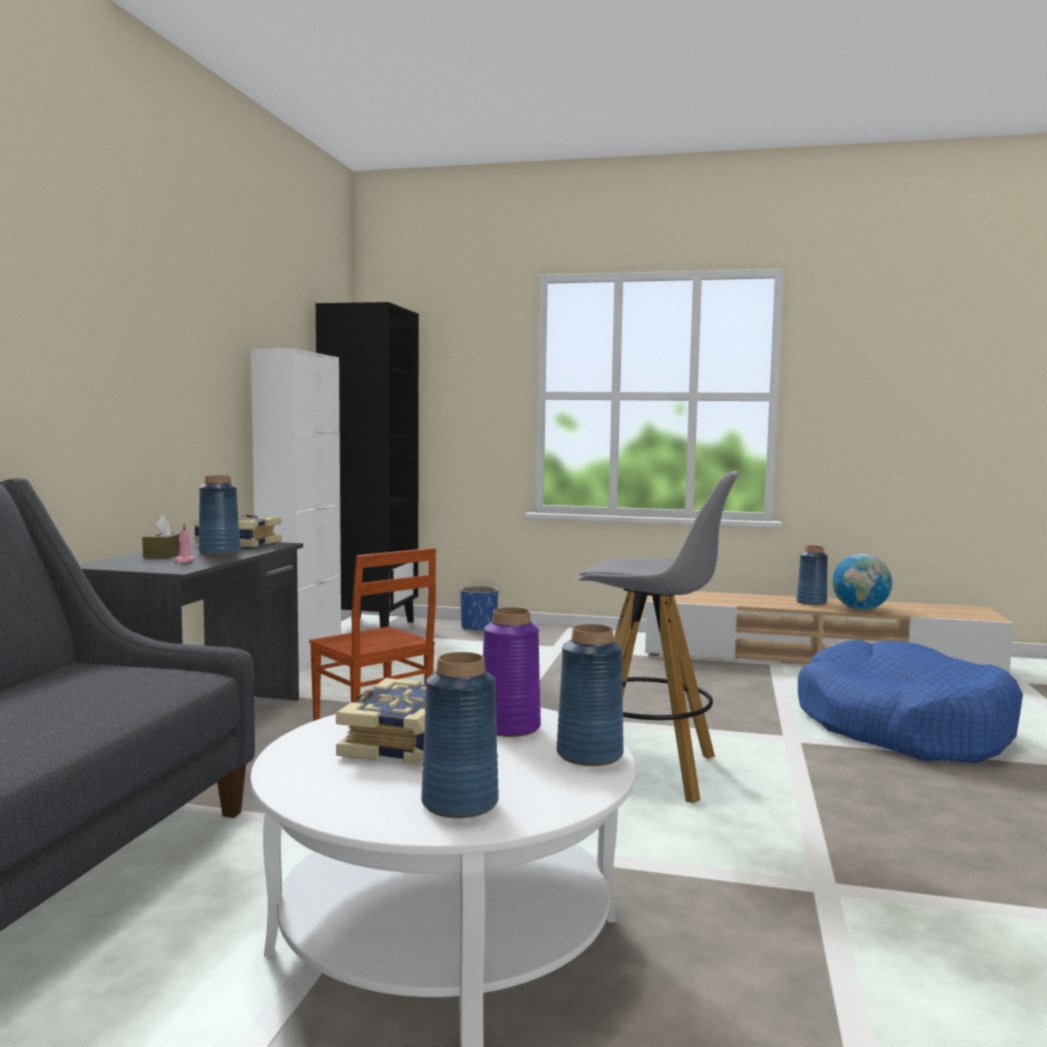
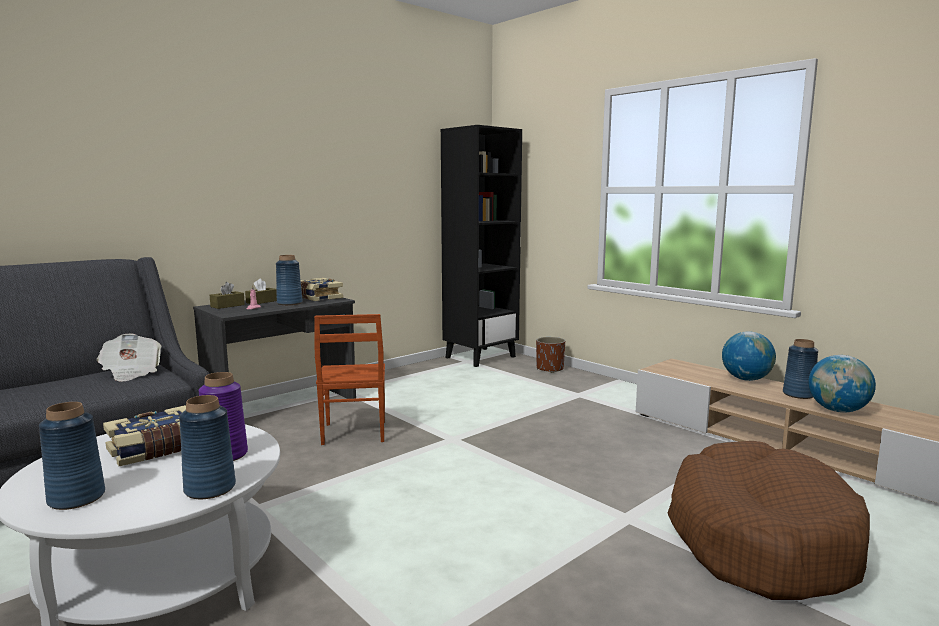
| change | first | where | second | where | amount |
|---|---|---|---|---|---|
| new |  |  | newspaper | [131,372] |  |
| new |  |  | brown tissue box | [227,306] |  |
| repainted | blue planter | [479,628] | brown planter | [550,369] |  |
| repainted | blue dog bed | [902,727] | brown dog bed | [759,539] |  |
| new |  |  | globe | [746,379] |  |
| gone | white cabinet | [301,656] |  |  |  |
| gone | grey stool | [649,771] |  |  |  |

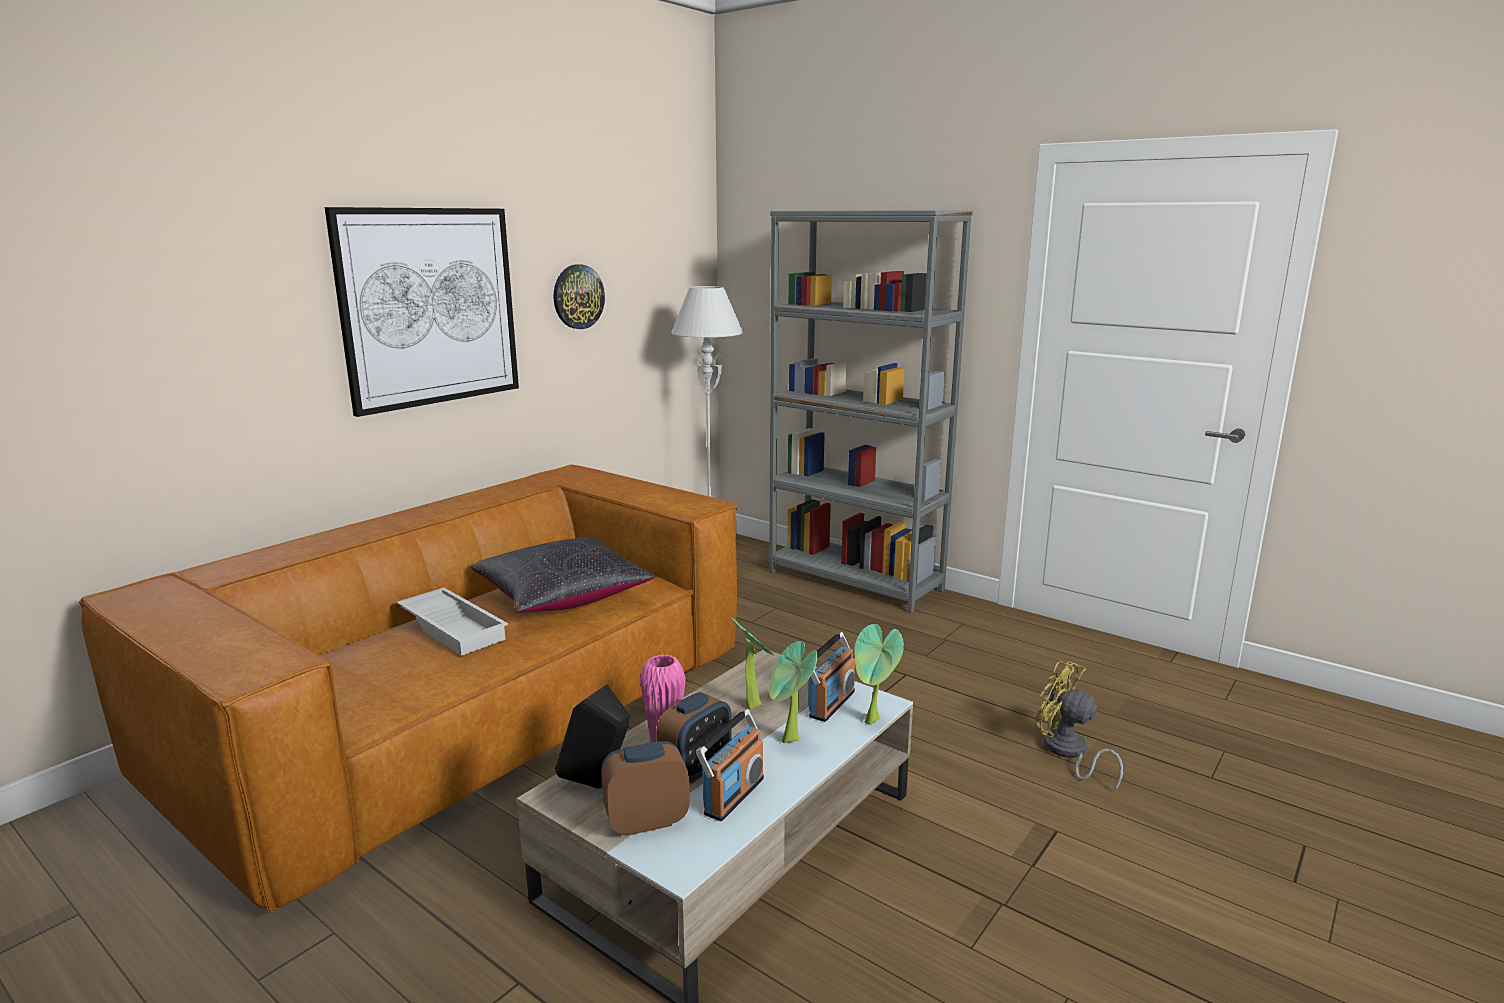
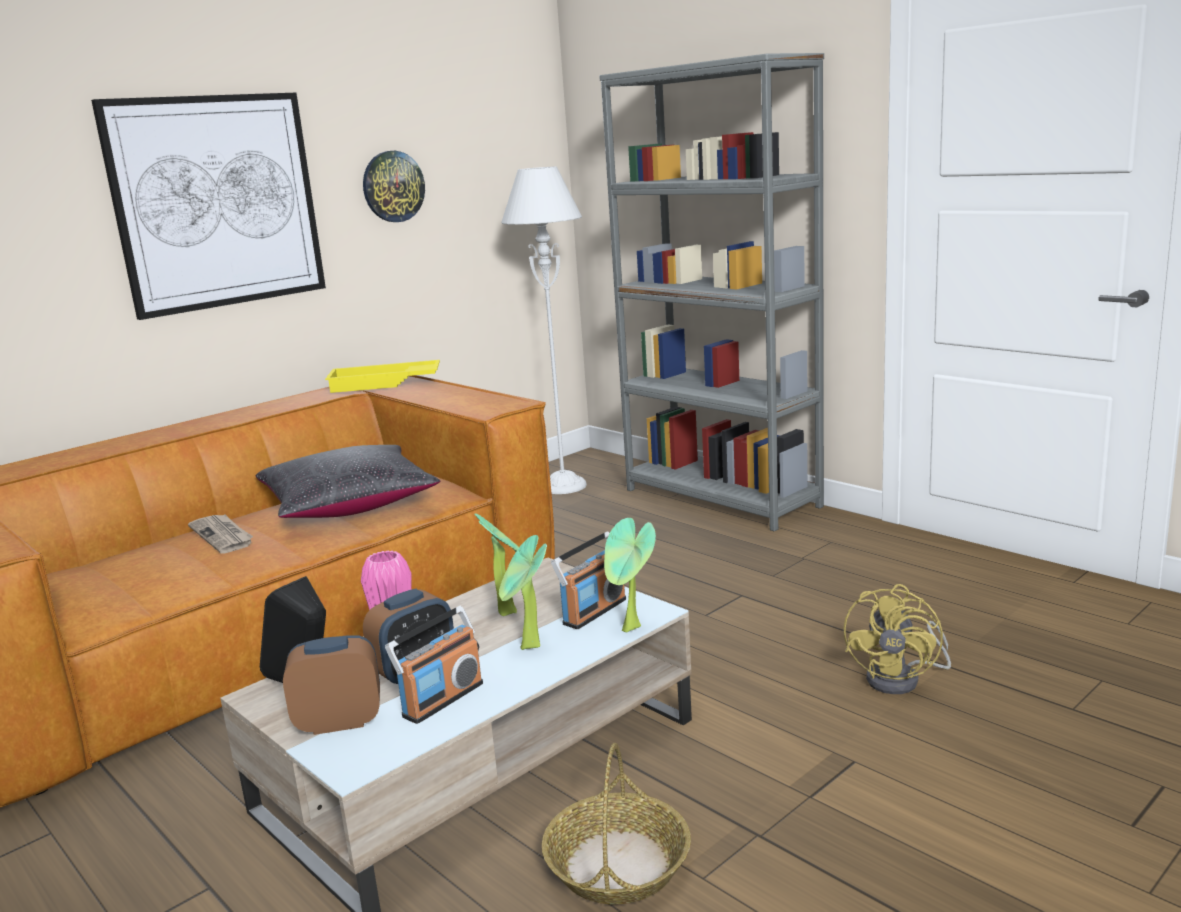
| change | first | where | second | where | amount |
|---|---|---|---|---|---|
| swapped | white tray | [455,628] | newspaper | [223,536] |  |
| new |  |  | yellow tray | [384,384] |  |
| new |  |  | basket | [618,865] |  |
| rotated | yellow fan | [1068,753] |  | [902,679] | 120 degrees counterclockwise |

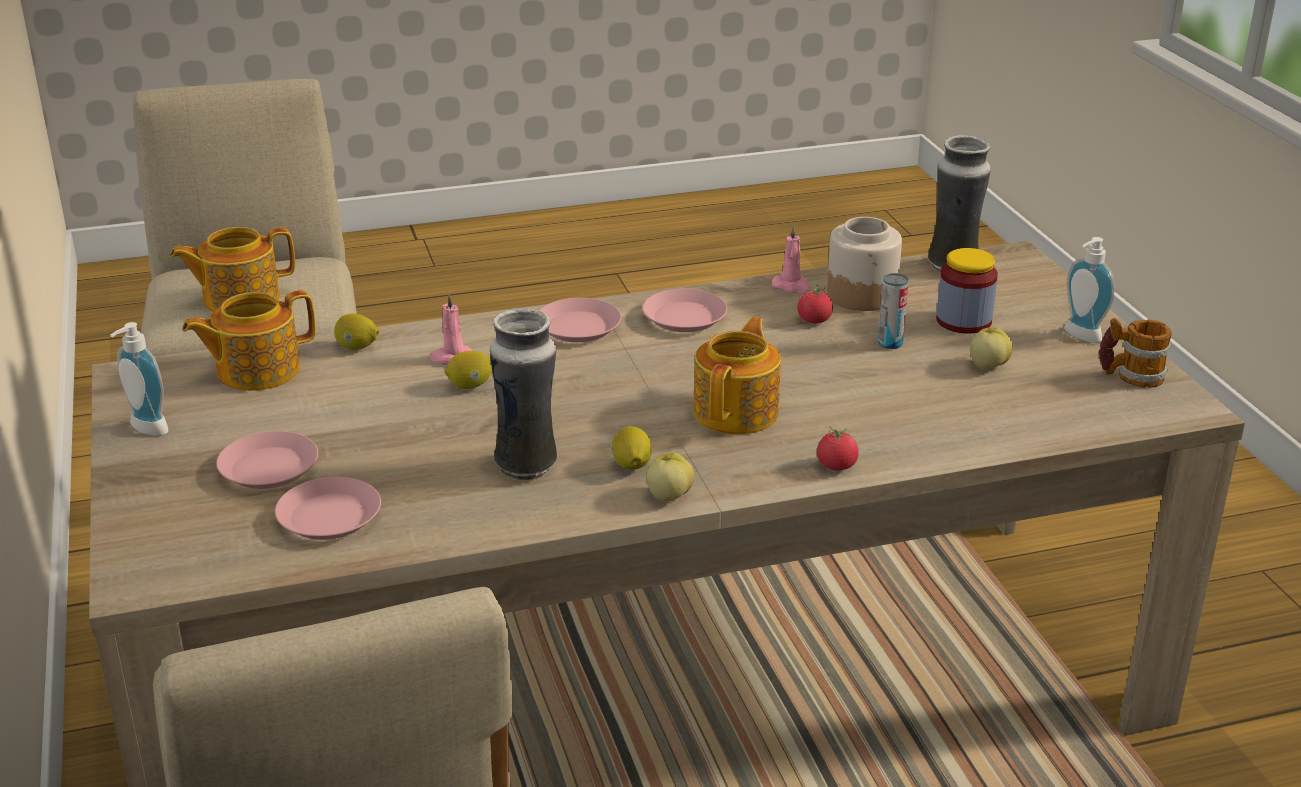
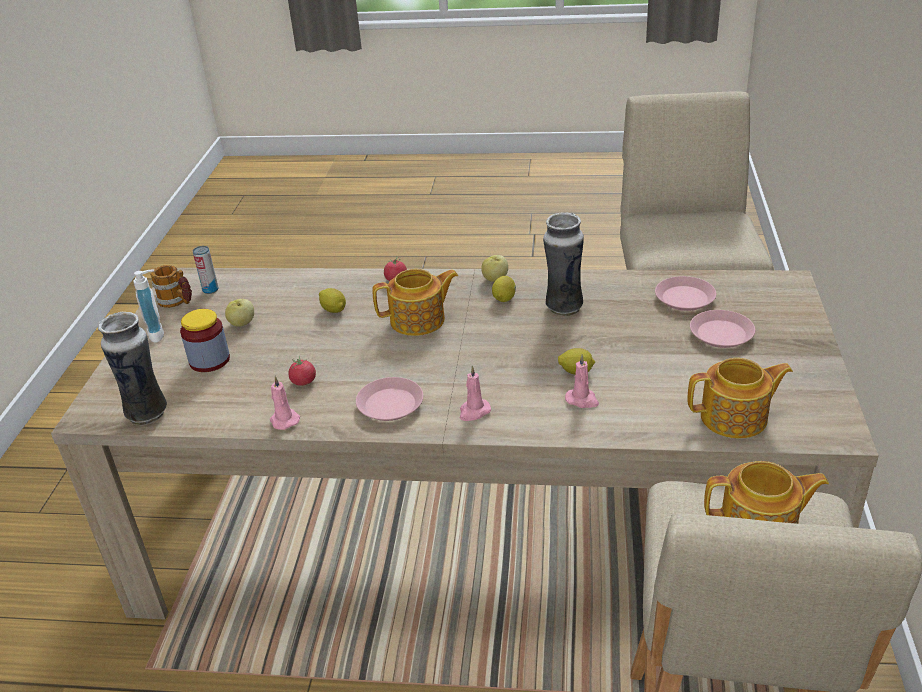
| change | first | where | second | where | amount |
|---|---|---|---|---|---|
| shifted | can | [890,343] |  | [210,290] |  |
| shifted | lemon | [357,347] |  | [334,310] |  |
| rotated | teapot | [737,411] |  | [419,320] | 150 degrees counterclockwise |
| swapped | pink plate | [579,327] | pink candle | [474,412] |  |
| gone | soap dispenser | [145,430] |  |  |  |
| gone | jar | [862,295] |  |  |  |

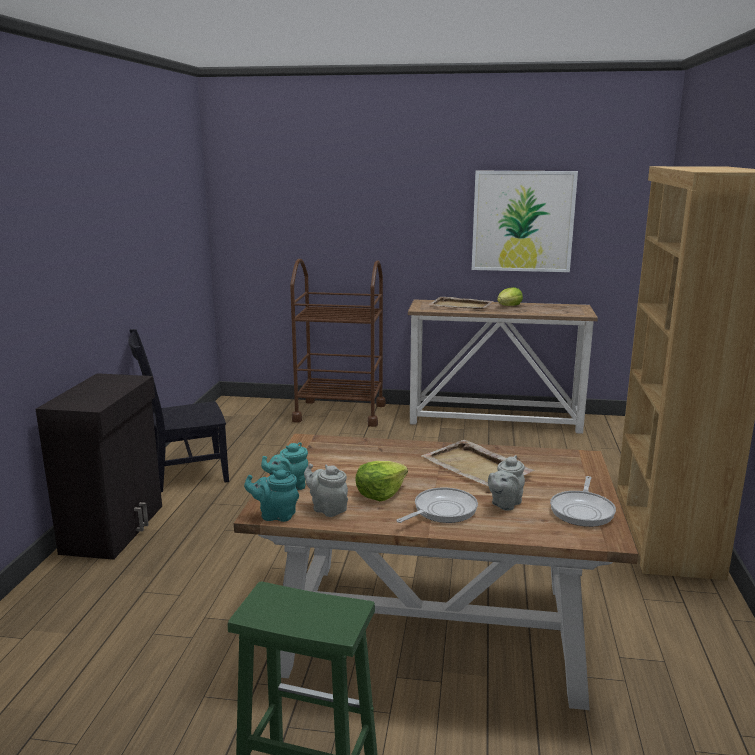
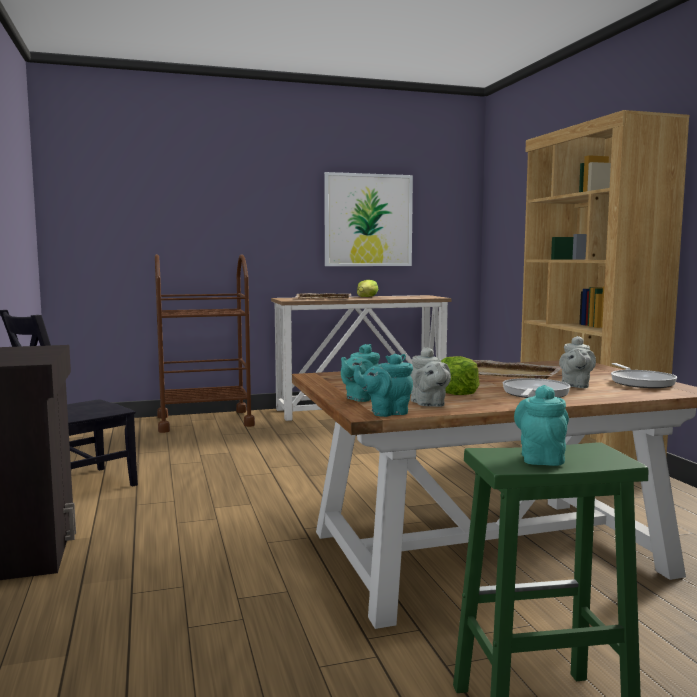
| change | first | where | second | where | amount |
|---|---|---|---|---|---|
| rotated | grey teapot | [327,509] |  | [429,404] | 120 degrees counterclockwise |
| new |  |  | turquoise teapot | [541,458] |  |

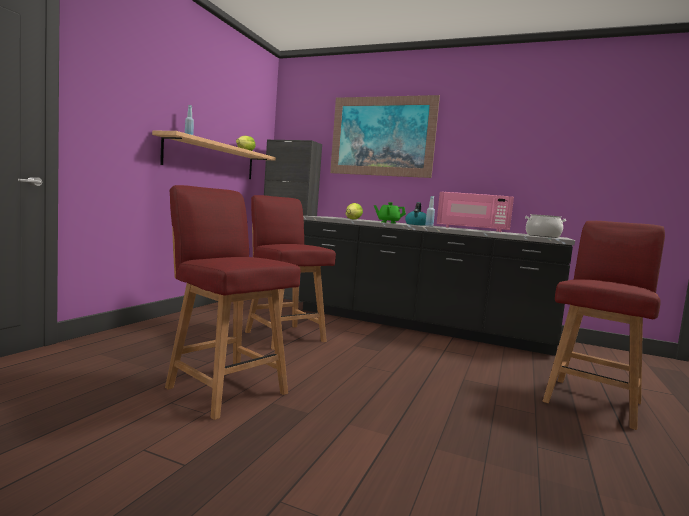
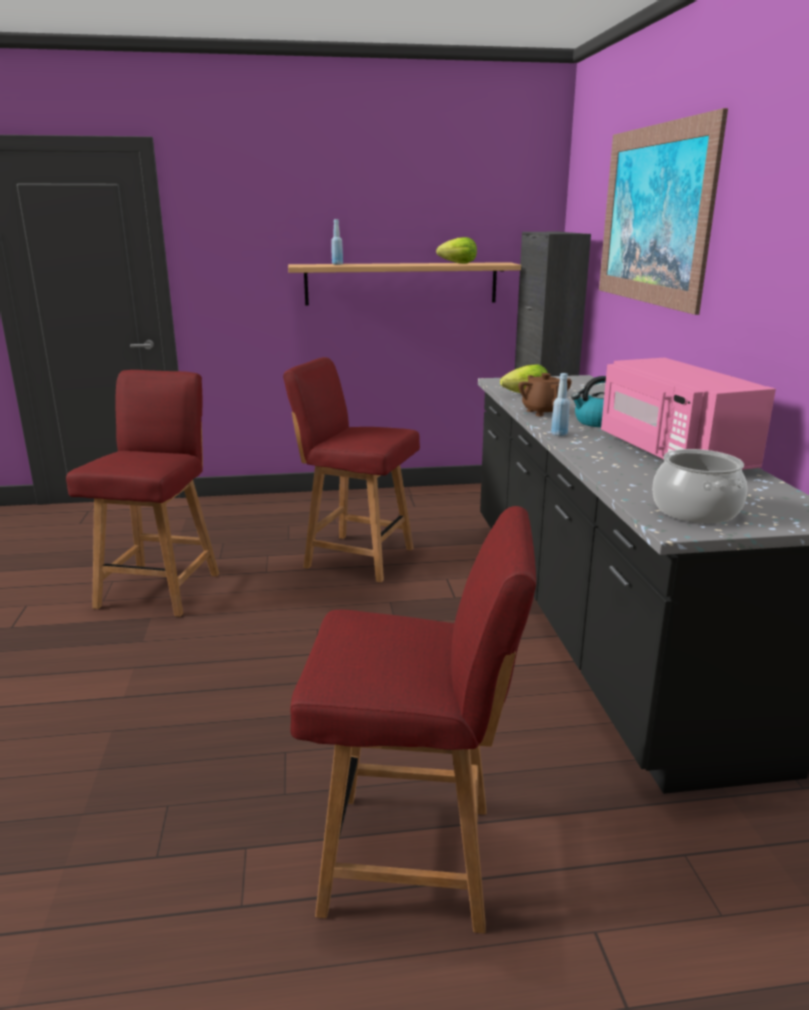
| change | first | where | second | where | amount |
|---|---|---|---|---|---|
| rotated | red chair | [284,336] |  | [357,557] | 90 degrees counterclockwise |
| repainted | green teapot | [388,222] | brown teapot | [543,412] |  |

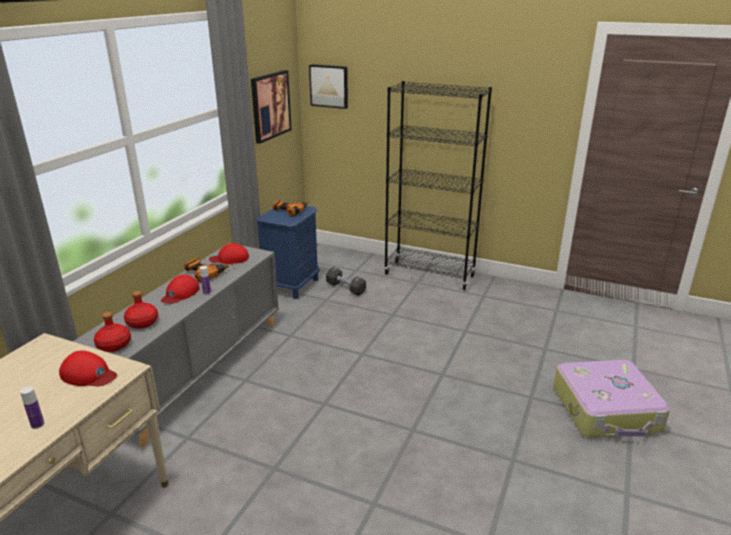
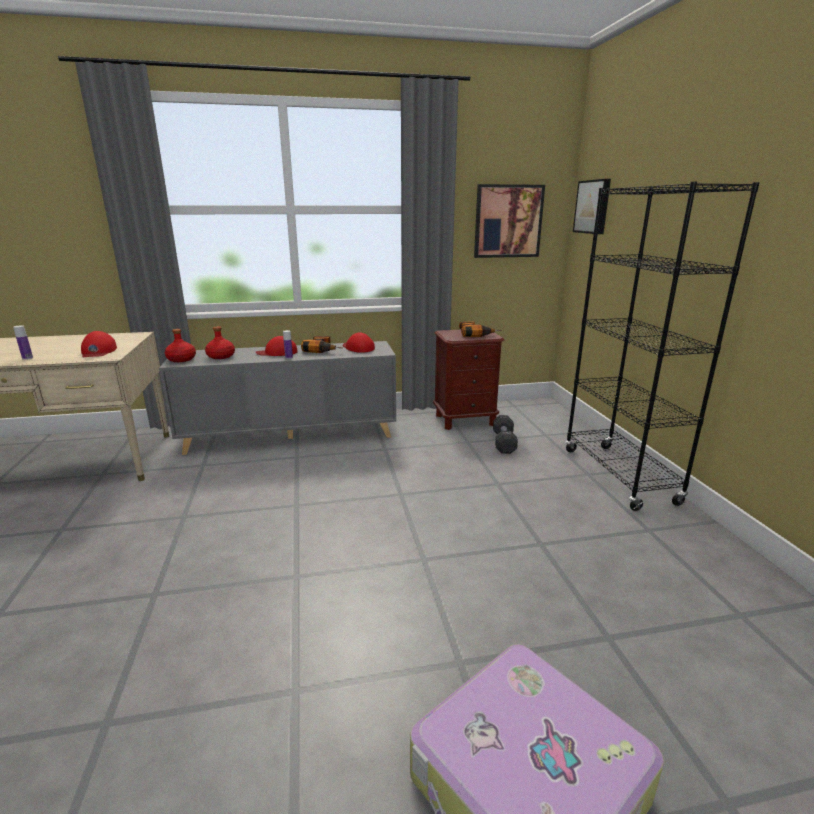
| change | first | where | second | where | amount |
|---|---|---|---|---|---|
| repainted | blue nightstand | [292,285] | brown nightstand | [465,420] |  |

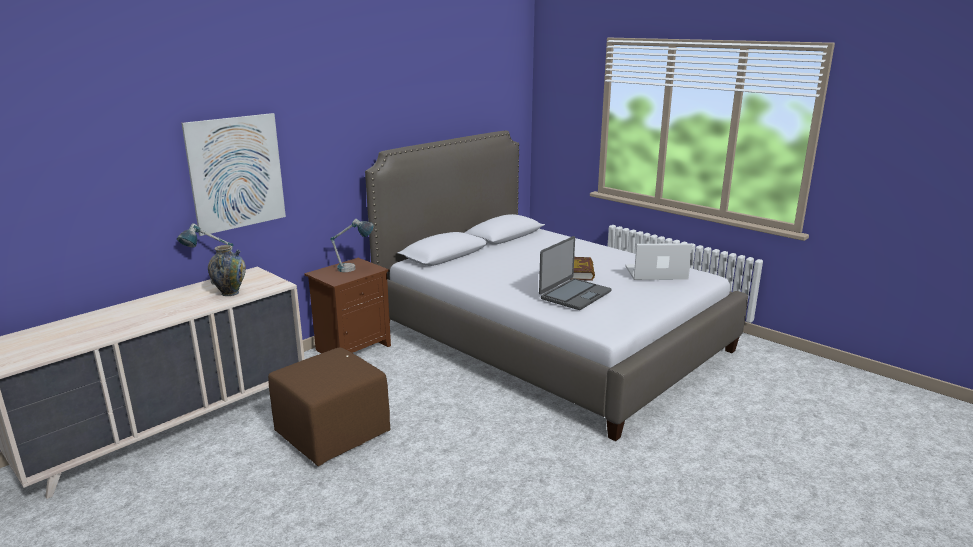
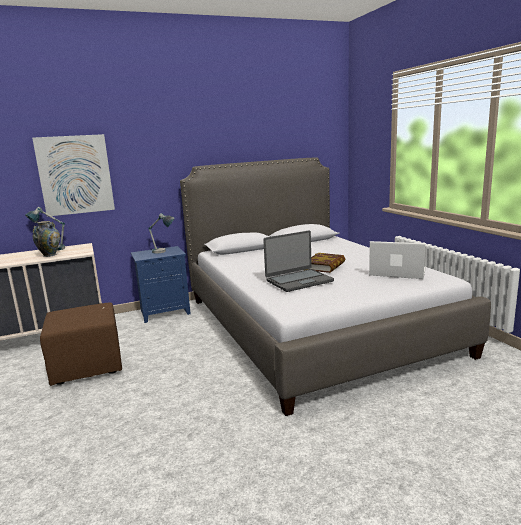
| change | first | where | second | where | amount |
|---|---|---|---|---|---|
| repainted | brown nightstand | [353,347] | blue nightstand | [165,312] |  |

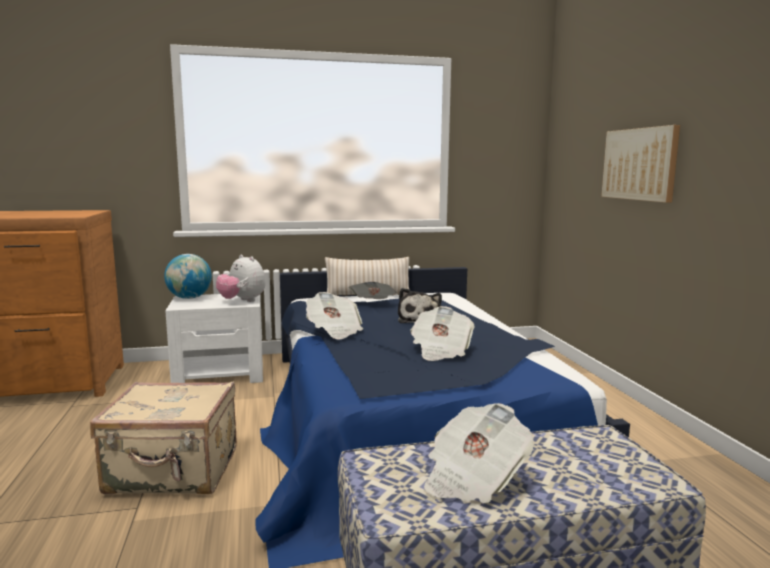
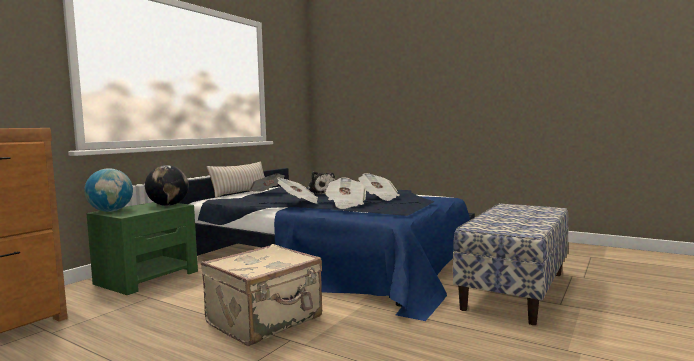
| change | first | where | second | where | amount |
|---|---|---|---|---|---|
| repainted | white nightstand | [220,374] | green nightstand | [148,277] |  |
| swapped | plush toy | [242,301] | globe | [168,205] |  |
| shifted | newspaper | [473,478] |  | [346,205] |  |
| gone | picture | [639,164] |  |  |  |

